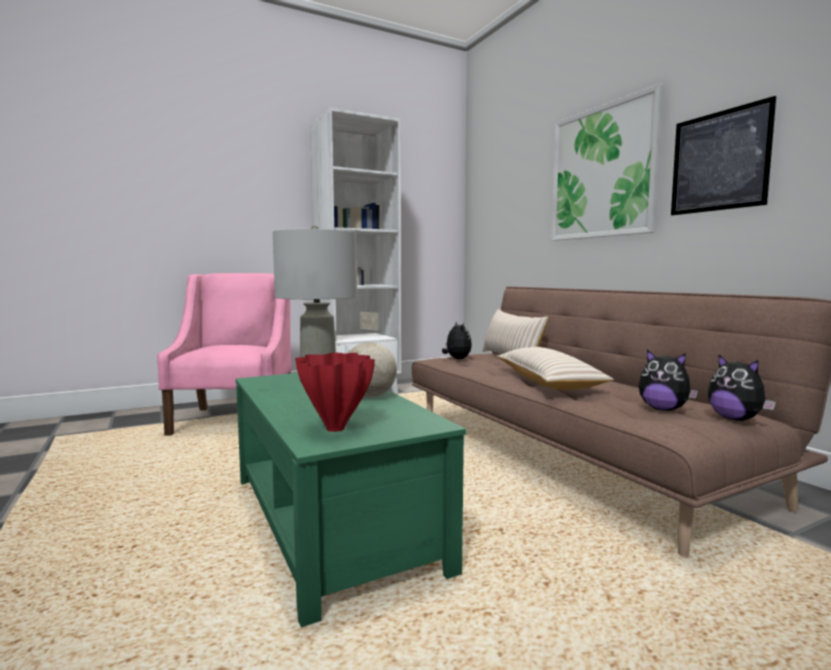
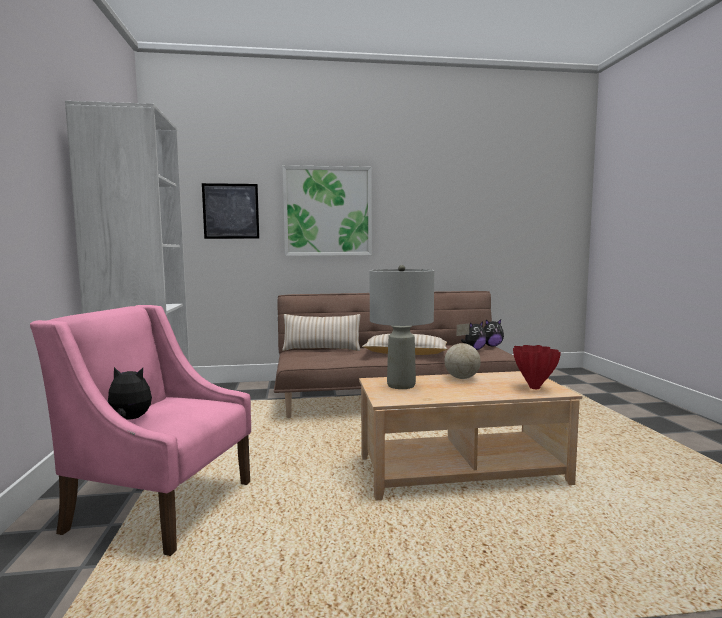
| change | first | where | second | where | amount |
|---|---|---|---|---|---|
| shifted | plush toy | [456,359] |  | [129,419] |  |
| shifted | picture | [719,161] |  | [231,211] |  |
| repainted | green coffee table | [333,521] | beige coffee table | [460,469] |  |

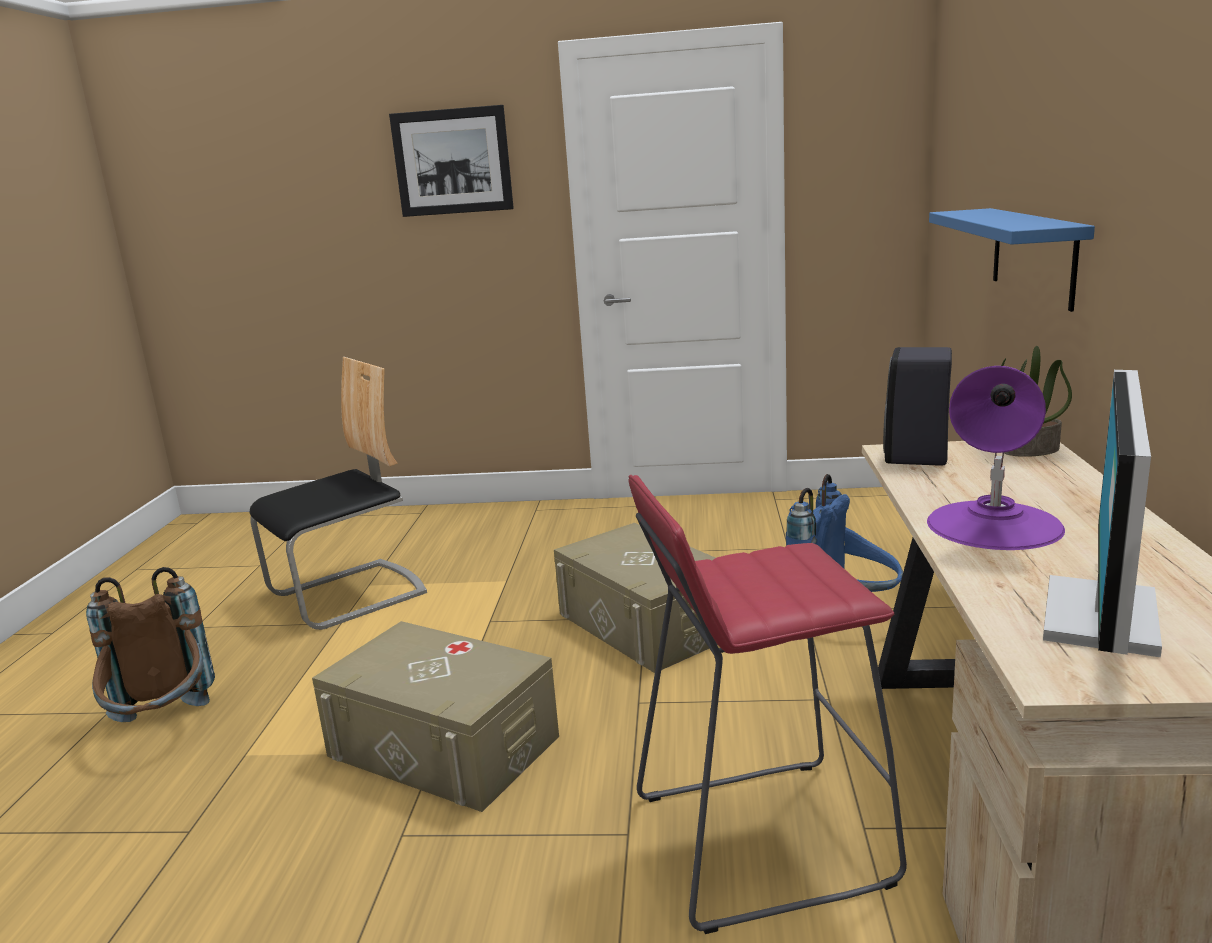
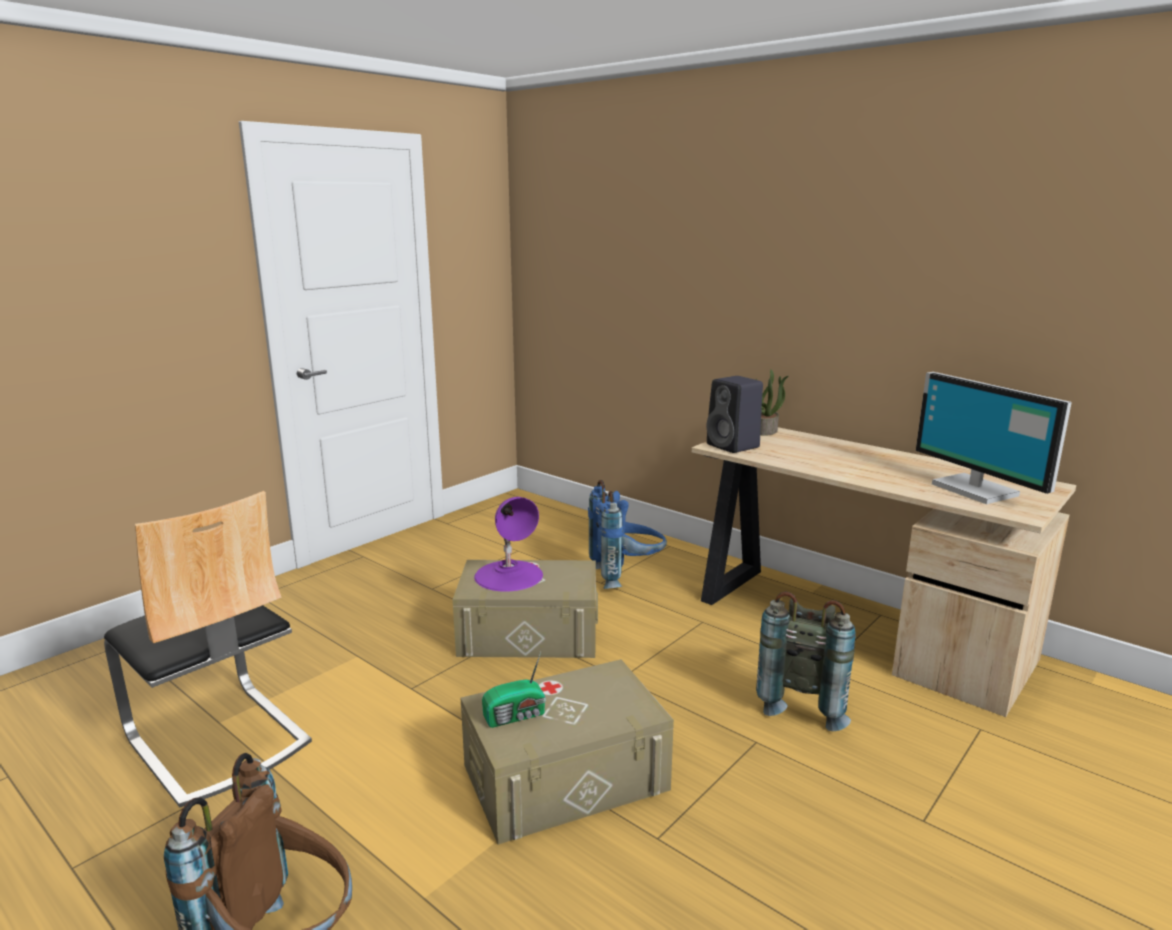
| change | first | where | second | where | amount |
|---|---|---|---|---|---|
| rotated | chair | [349,595] |  | [217,740] | 135 degrees clockwise |
| shifted | purple table lamp | [994,525] |  | [509,575] |  |
| new |  |  | radio | [516,716] |  |
| swapped | red stool | [759,838] | grey backpack | [803,701] |  |
| gone | picture | [452,161] |  |  |  |
| gone | blue shelf | [1033,255] |  |  |  |

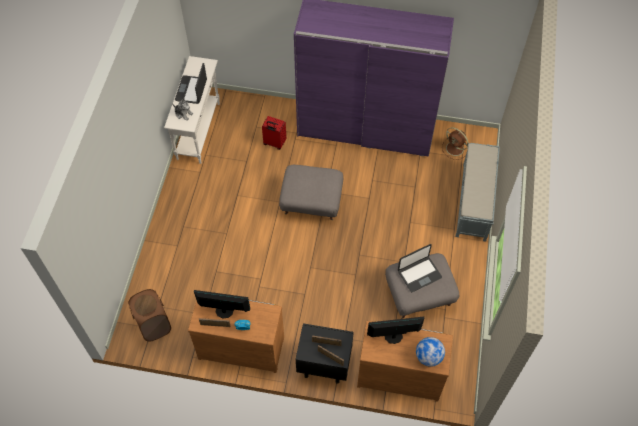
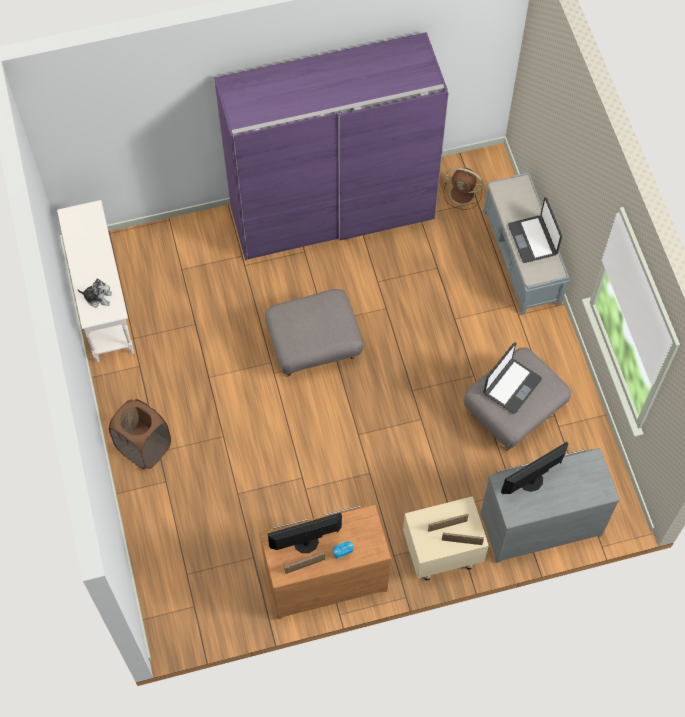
| change | first | where | second | where | amount |
|---|---|---|---|---|---|
| shifted | brown laundry basket | [154,325] |  | [144,447] |  |
| repainted | black nightstand | [323,365] | beige nightstand | [441,553] |  |
| repainted | brown dresser | [399,373] | grey dresser | [538,521] |  |
| shifted | laptop | [191,90] |  | [533,239] |  |
| gone | red suitcase | [274,143] |  |  |  |
| gone | globe | [428,357] |  |  |  |

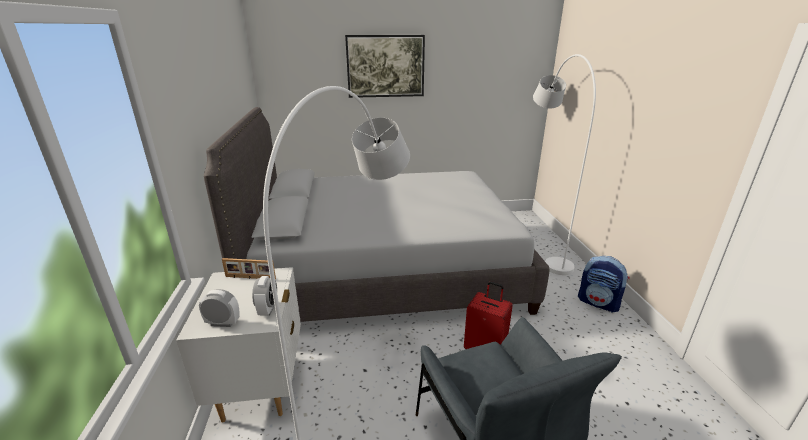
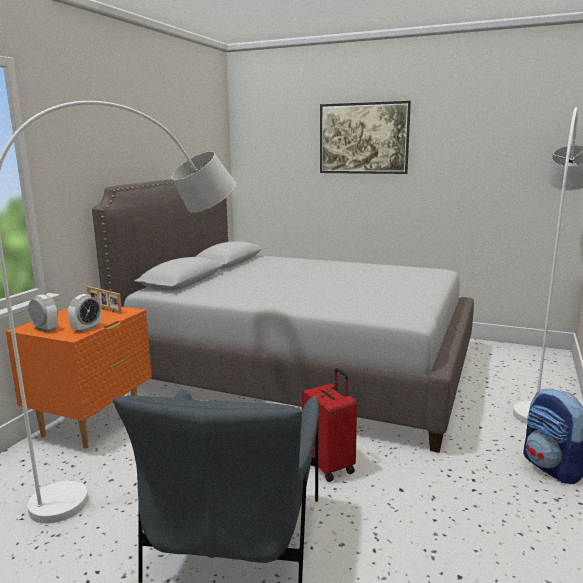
| change | first | where | second | where | amount |
|---|---|---|---|---|---|
| repainted | white nightstand | [260,387] | orange nightstand | [92,424] |  |

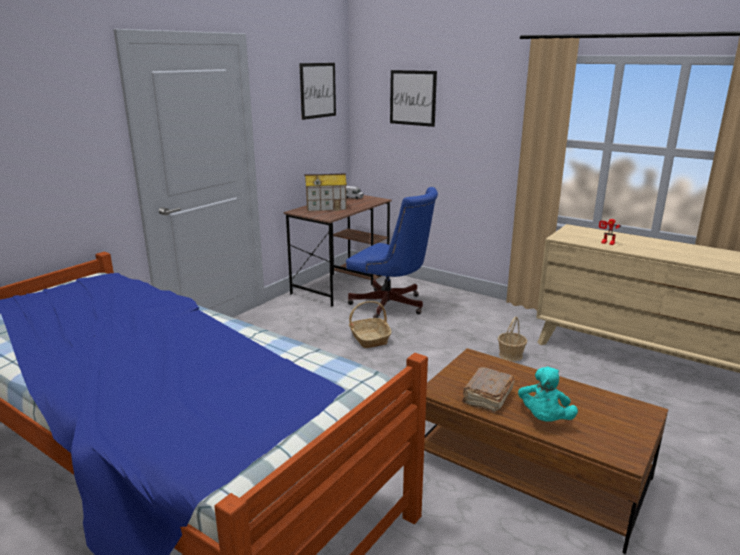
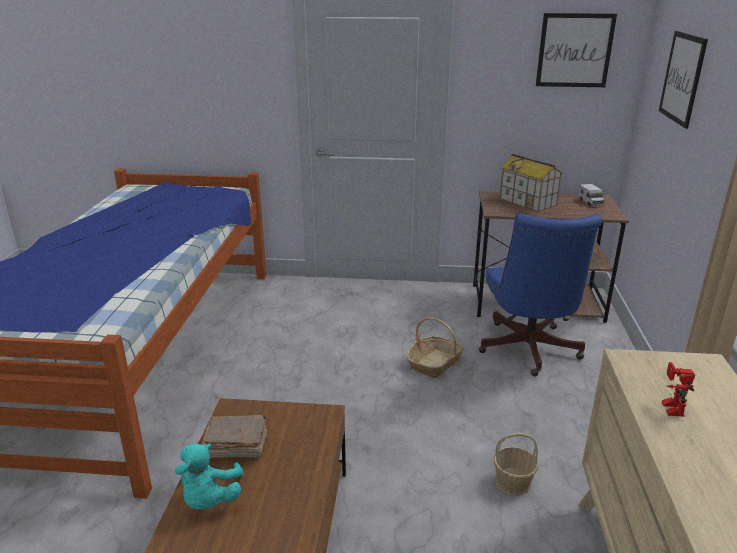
| change | first | where | second | where | amount |
|---|---|---|---|---|---|
| rotated | turquoise plush toy | [544,419] |  | [210,499] | 75 degrees counterclockwise |

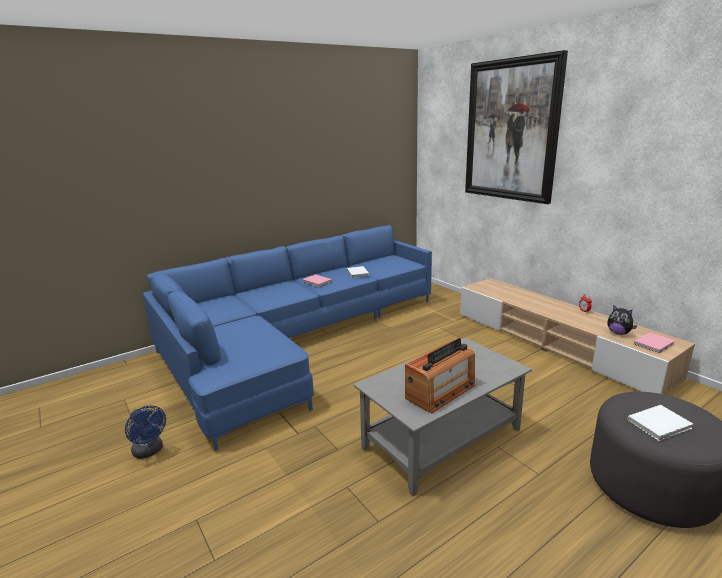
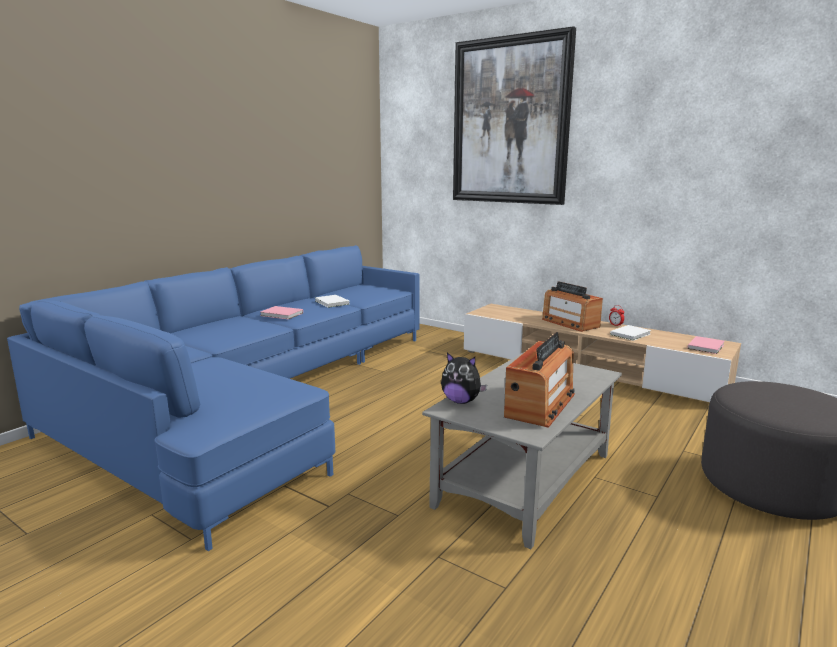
| change | first | where | second | where | amount |
|---|---|---|---|---|---|
| shifted | plush toy | [618,333] |  | [461,401] |  |
| new |  |  | radio | [570,323] |  |
| shifted | white book | [660,424] |  | [631,334] |  |
| gone | blue fan | [150,451] |  |  |  |

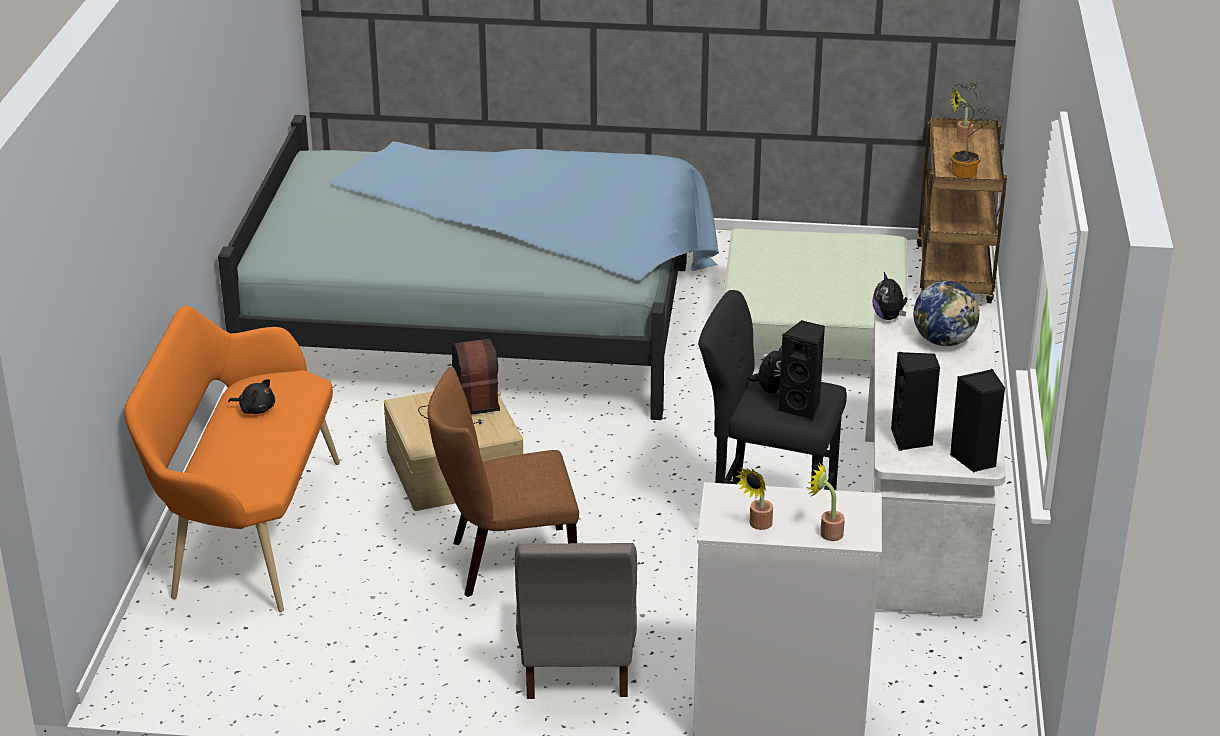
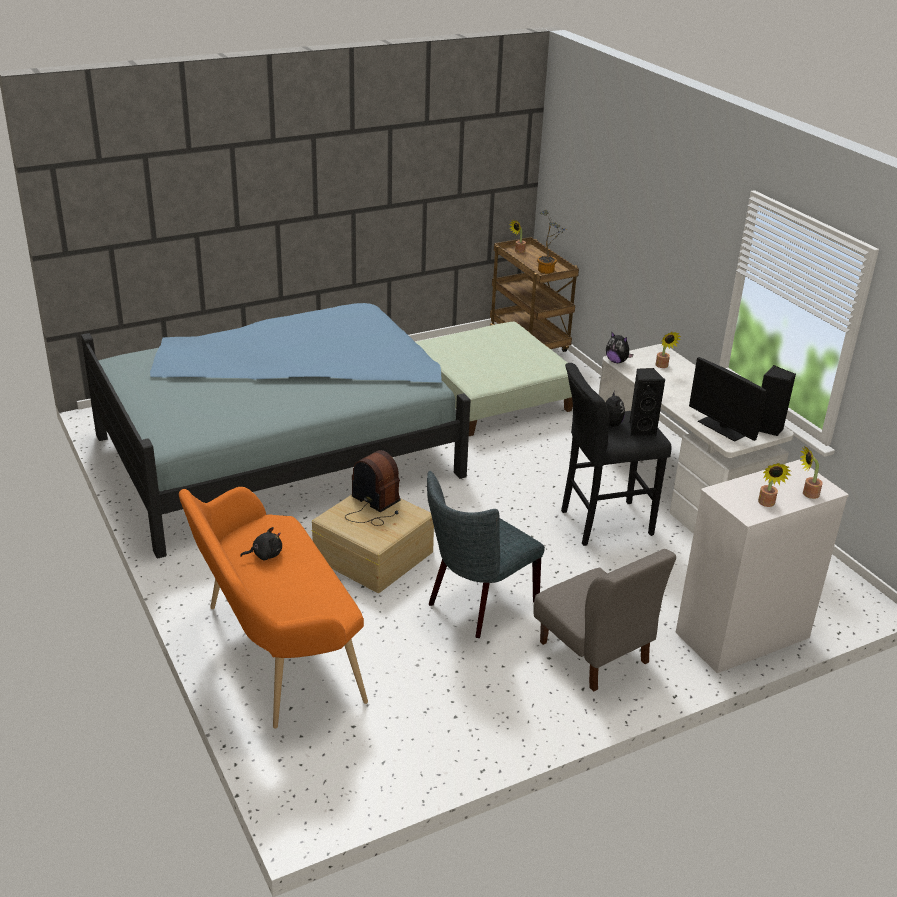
| change | first | where | second | where | amount |
|---|---|---|---|---|---|
| repainted | brown chair | [505,563] | grey chair | [477,605] |  |
| swapped | globe | [944,341] | potted plant | [663,366] |  |
| swapped | black speaker | [912,439] | monitor | [722,428] |  |

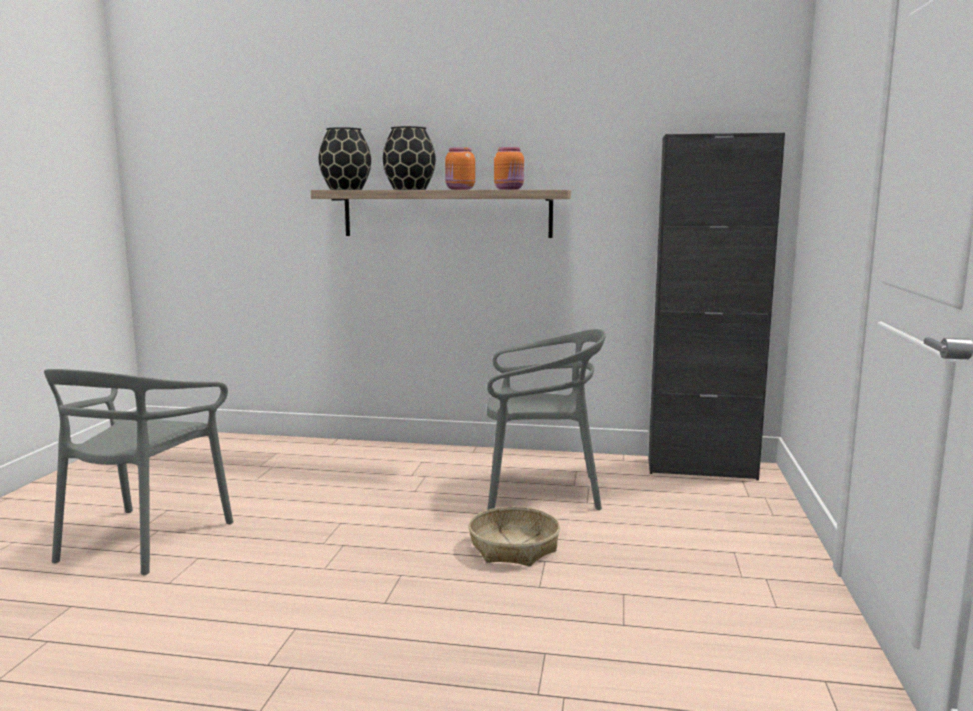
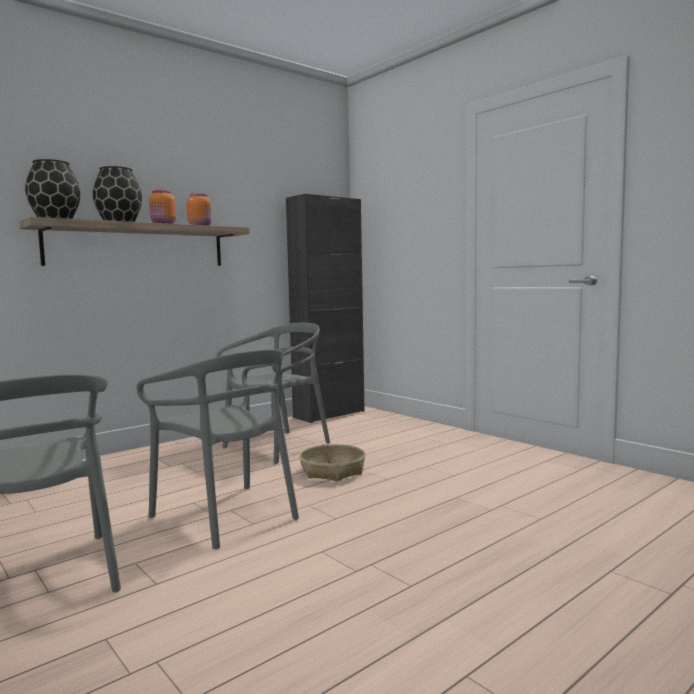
| change | first | where | second | where | amount |
|---|---|---|---|---|---|
| new |  |  | grey chair | [226,515] |  |

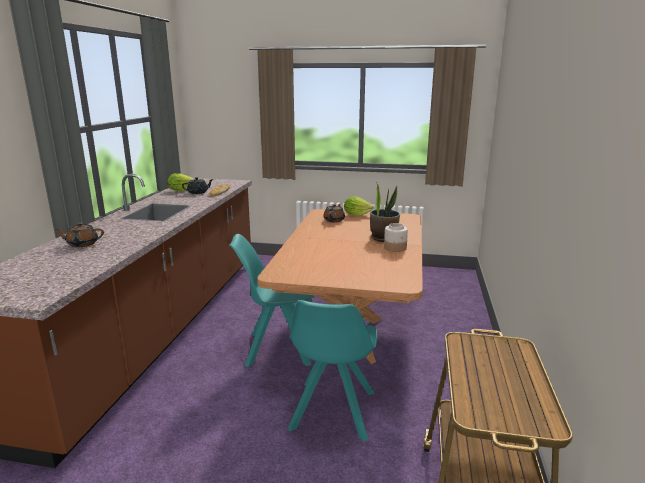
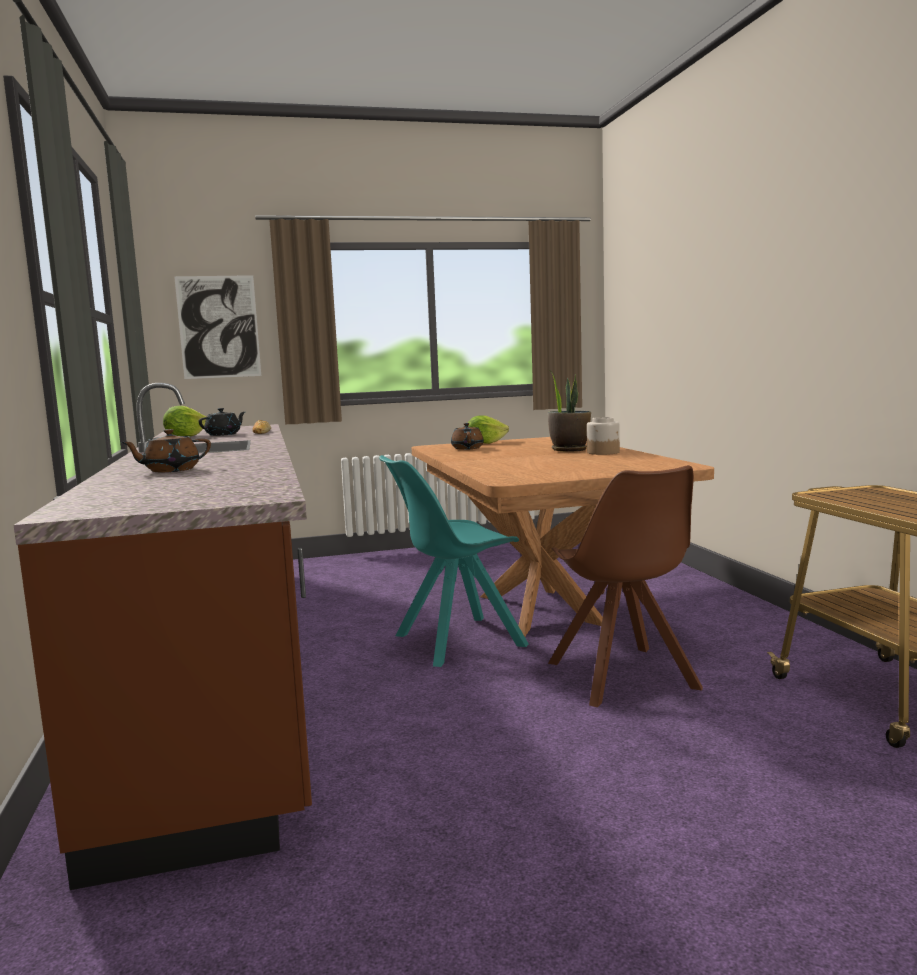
| change | first | where | second | where | amount |
|---|---|---|---|---|---|
| new |  |  | picture | [218,327] |  |
| repainted | turquoise chair | [332,412] | brown chair | [623,677] |  |

